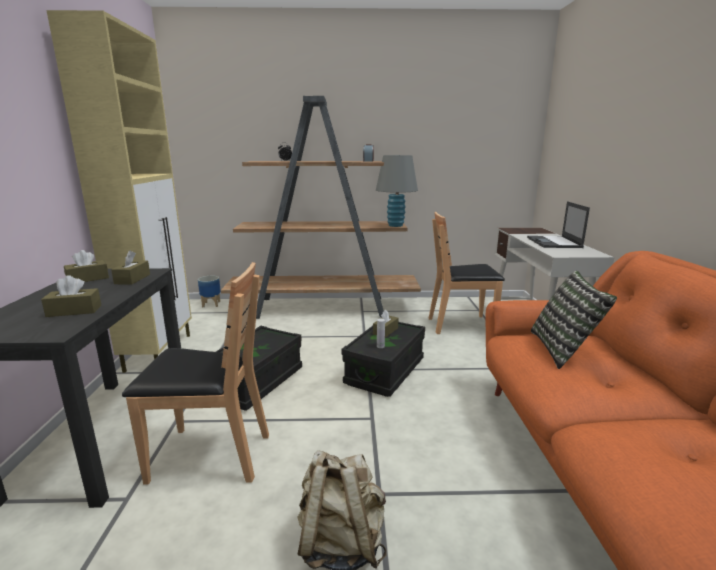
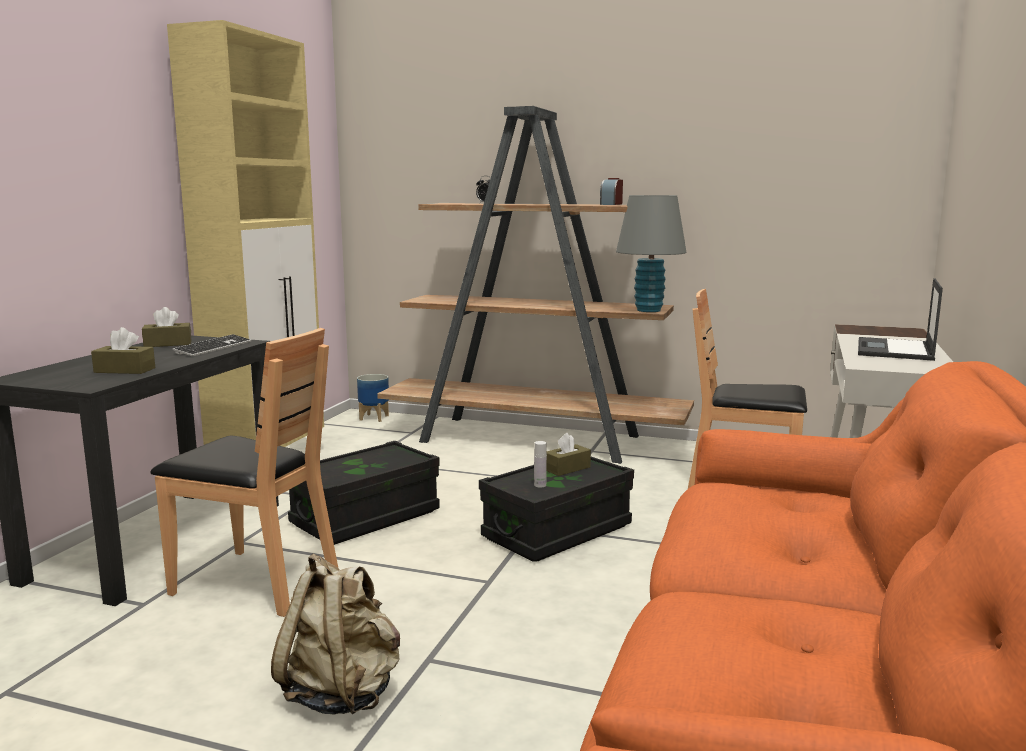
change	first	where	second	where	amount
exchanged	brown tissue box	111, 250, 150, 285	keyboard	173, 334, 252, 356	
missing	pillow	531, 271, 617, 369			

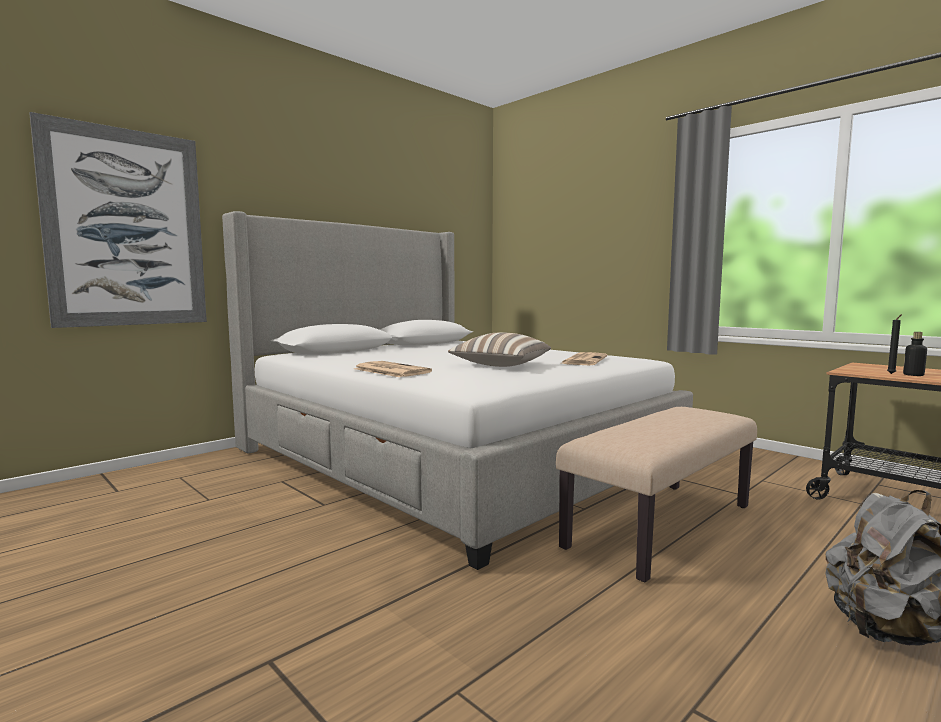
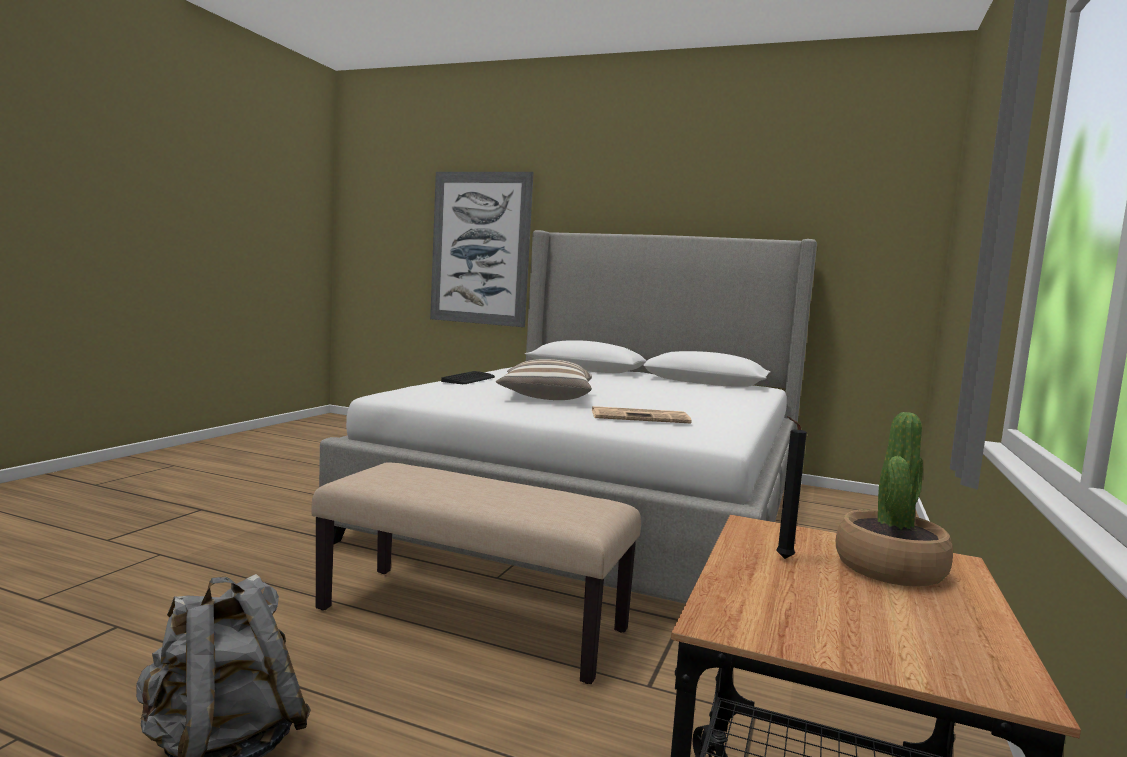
change	first	where	second	where	amount
exchanged	newspaper	354, 361, 432, 377	keyboard	441, 371, 495, 384	
missing	bottle	903, 332, 927, 376			
appeared			potted plant	836, 412, 953, 587	

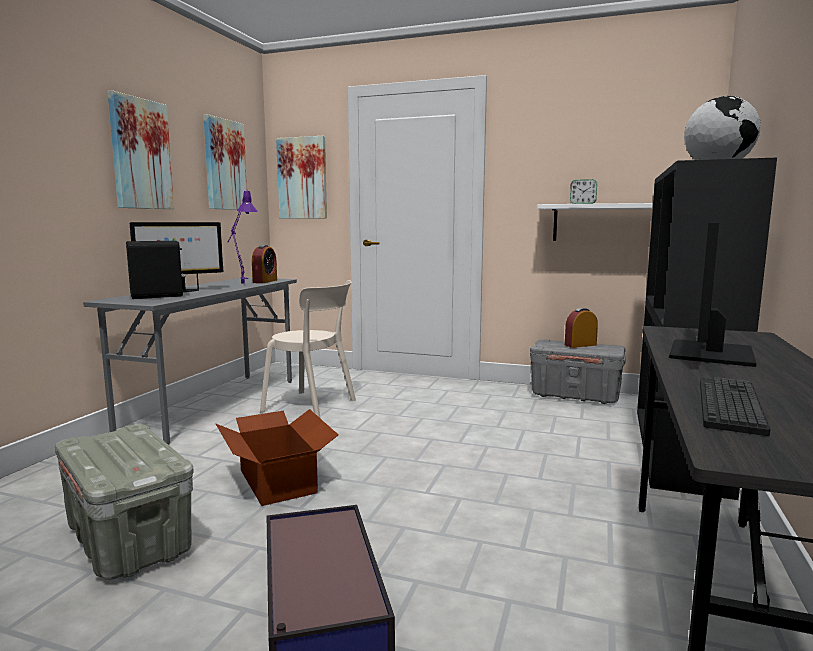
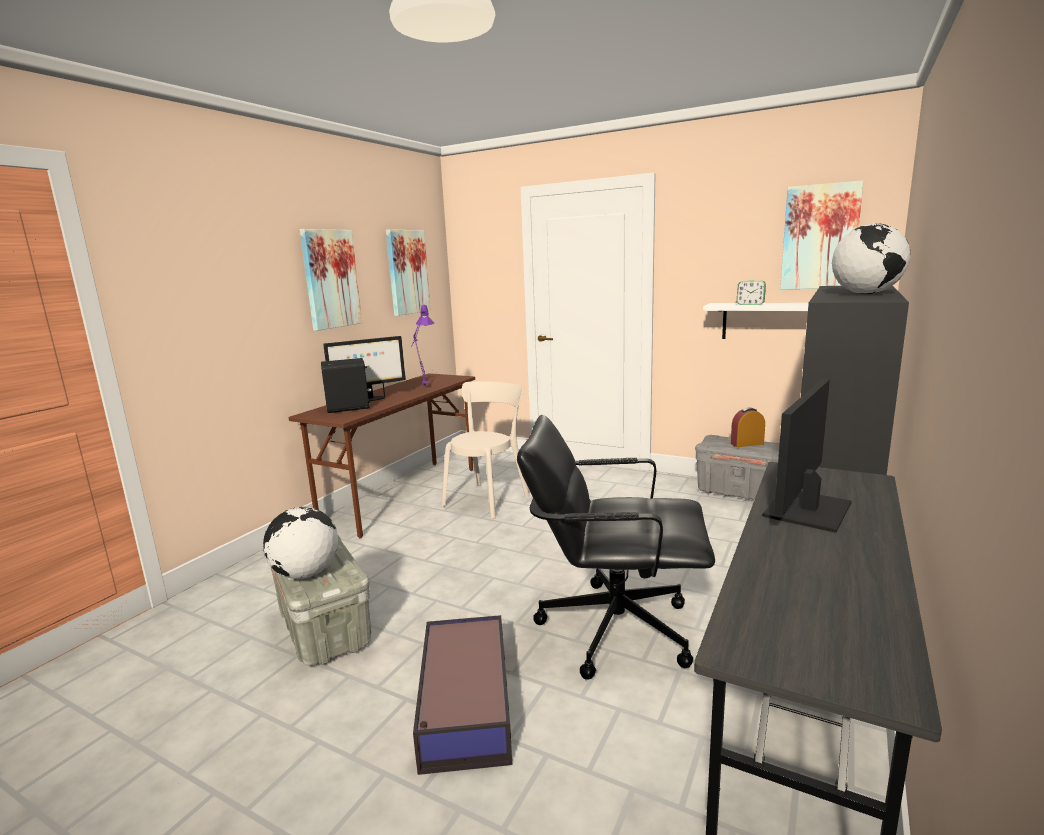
change	first	where	second	where	amount
colour	grey desk	83, 277, 297, 445	brown desk	289, 373, 475, 538	
missing	cardboard box	216, 409, 338, 506			
missing	alarm clock	252, 245, 277, 283			
spun	beige chair	260, 280, 356, 419		441, 381, 530, 519	90 degrees counterclockwise
relocated	picture	276, 136, 327, 219		780, 180, 864, 289	
missing	keyboard	700, 377, 771, 436			
appeared			globe	263, 507, 338, 579	
appeared			black office chair	517, 415, 715, 680	

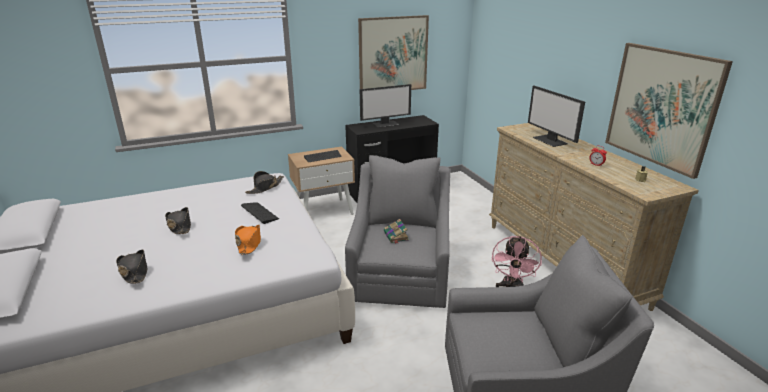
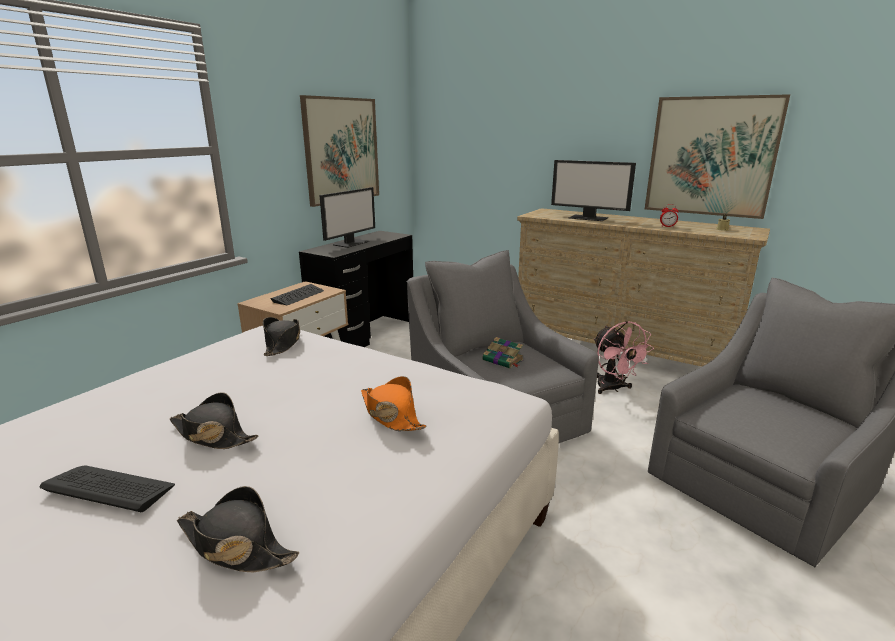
change	first	where	second	where	amount
relocated	keyboard	241, 202, 279, 224		40, 465, 175, 512	

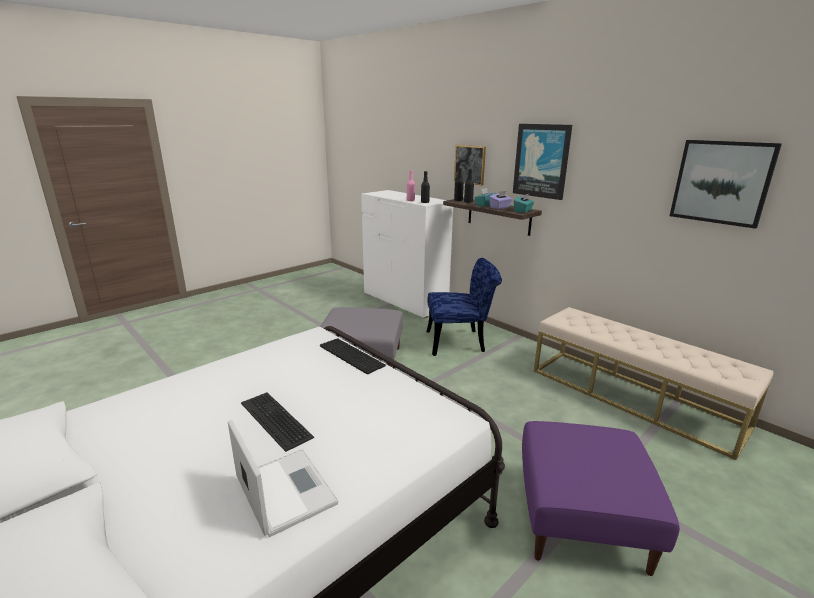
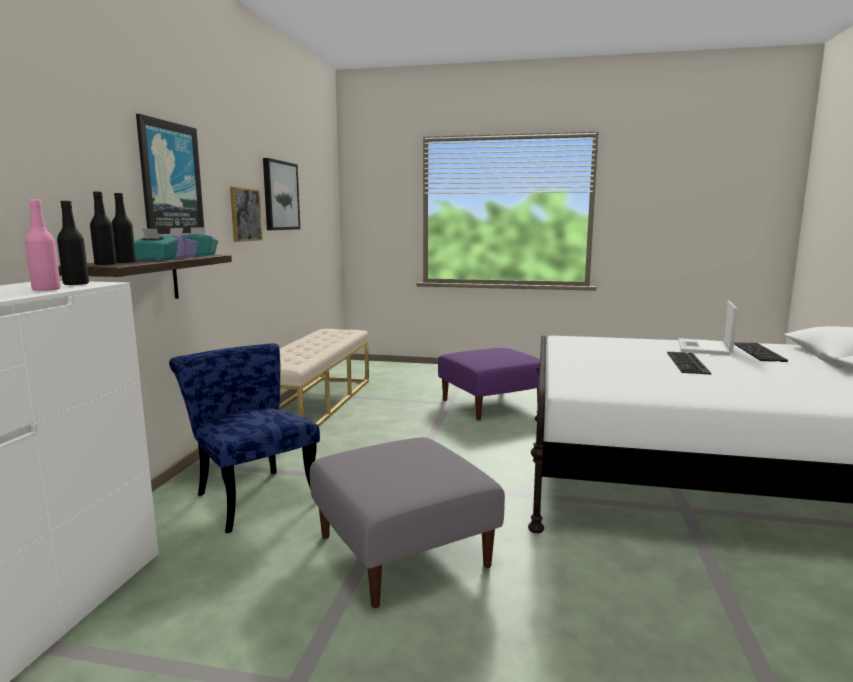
change	first	where	second	where	amount
relocated	keyboard	320, 338, 386, 374		734, 343, 788, 362	
relocated	picture	454, 145, 486, 186		230, 187, 263, 242	

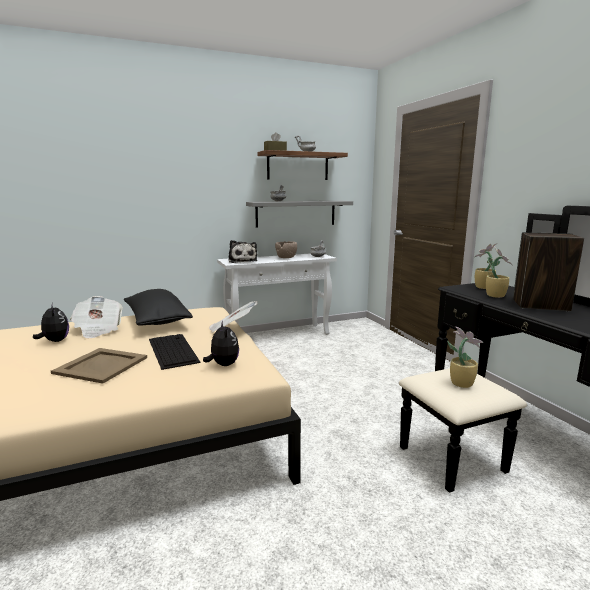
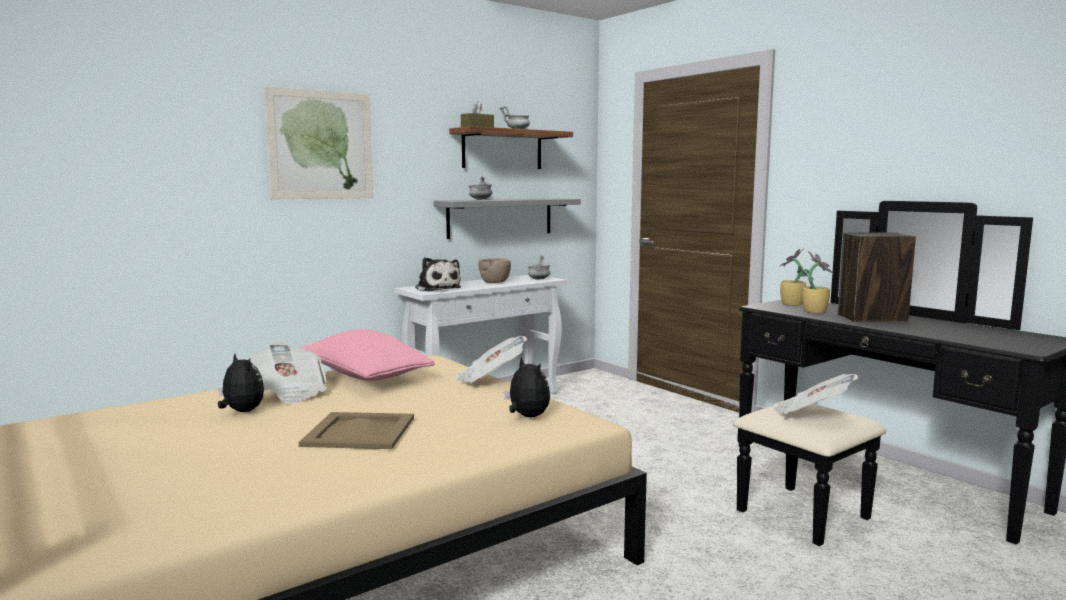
change	first	where	second	where	amount
colour	black pillow	124, 289, 193, 325	pink pillow	300, 329, 435, 381	
missing	keyboard	149, 334, 201, 370			
exchanged	potted plant	447, 327, 483, 388	newspaper	772, 374, 858, 415	
appeared			picture	264, 86, 373, 199	

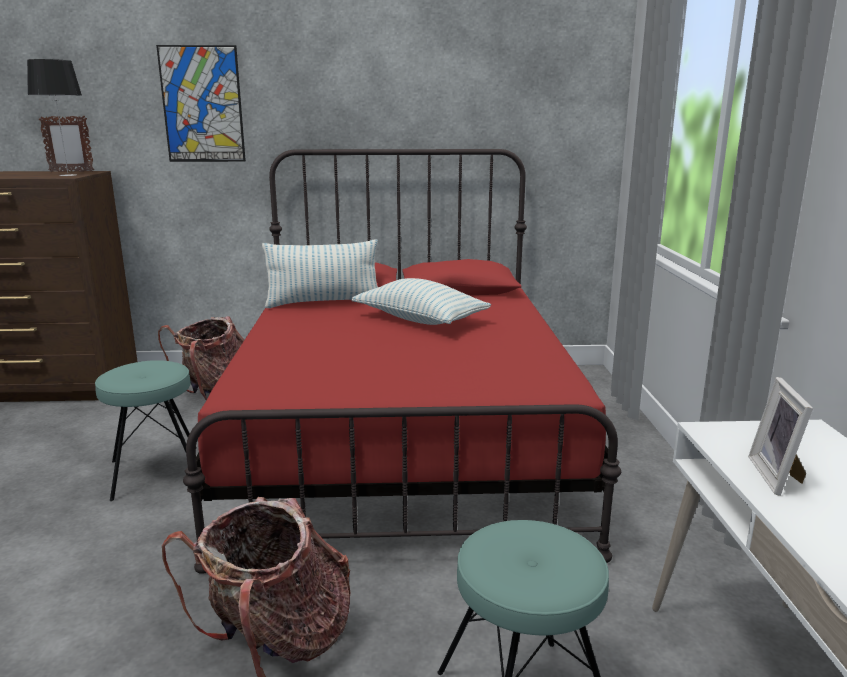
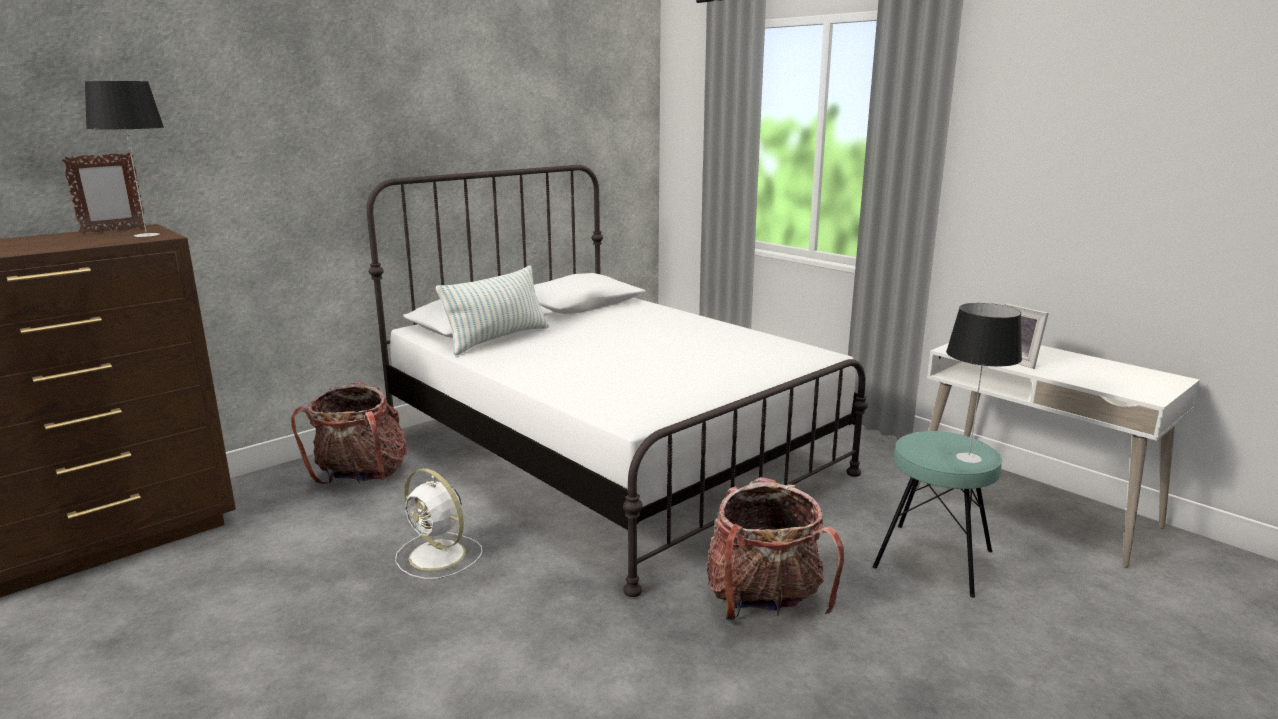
change	first	where	second	where	amount
exchanged	turquoise stool	95, 360, 197, 501	white fan	395, 468, 482, 579	
missing	picture	156, 45, 246, 162			
colour	red bed	183, 149, 621, 574	white bed	366, 165, 868, 597	
missing	pillow	351, 278, 491, 325			
appeared			table lamp	946, 303, 1022, 463	

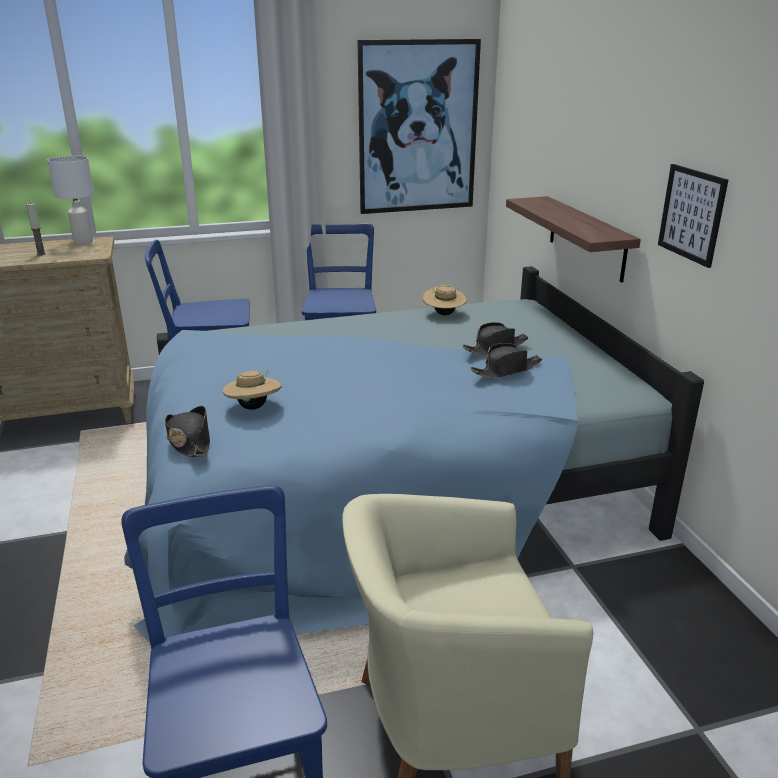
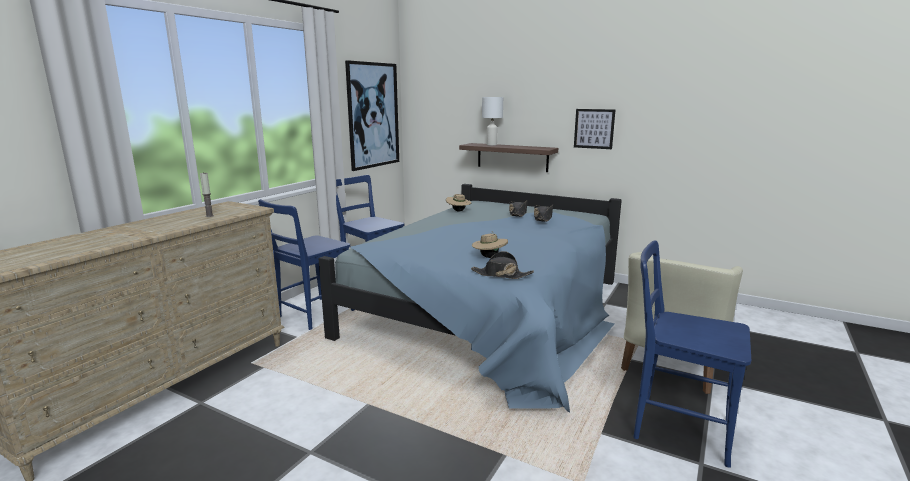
change	first	where	second	where	amount
relocated	white table lamp	47, 155, 94, 244		482, 97, 503, 145	

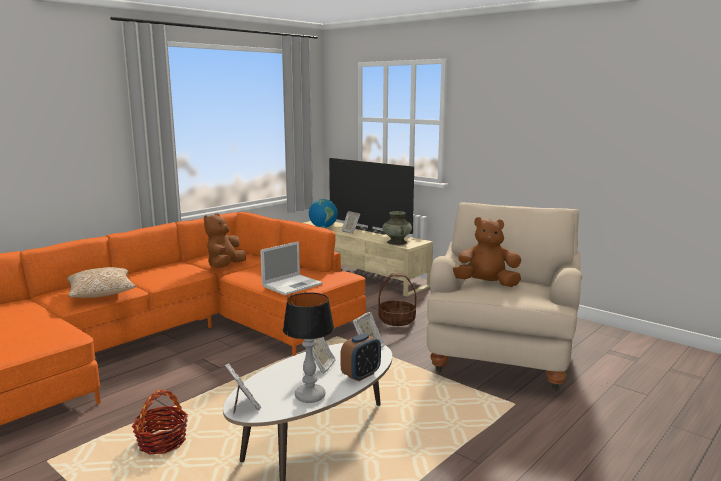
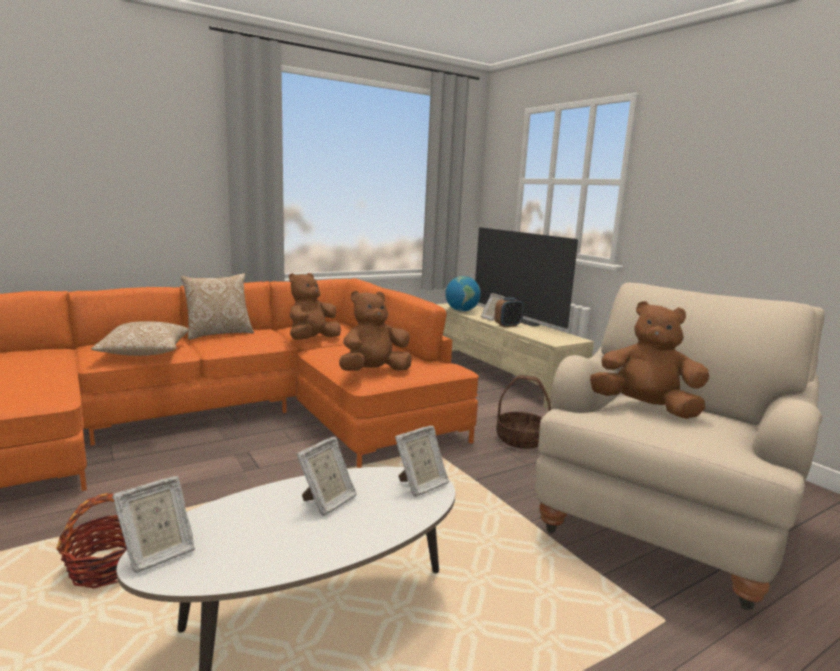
change	first	where	second	where	amount
spun	picture frame	225, 363, 261, 414		112, 476, 195, 573	60 degrees clockwise
exchanged	laptop	260, 241, 323, 295	brown plush toy	339, 291, 412, 371	
missing	table lamp	283, 292, 334, 403			
relocated	alarm clock	341, 333, 381, 382		494, 297, 524, 327	
missing	turquoise vase	382, 211, 412, 245			
appeared			pillow	181, 273, 254, 340	

